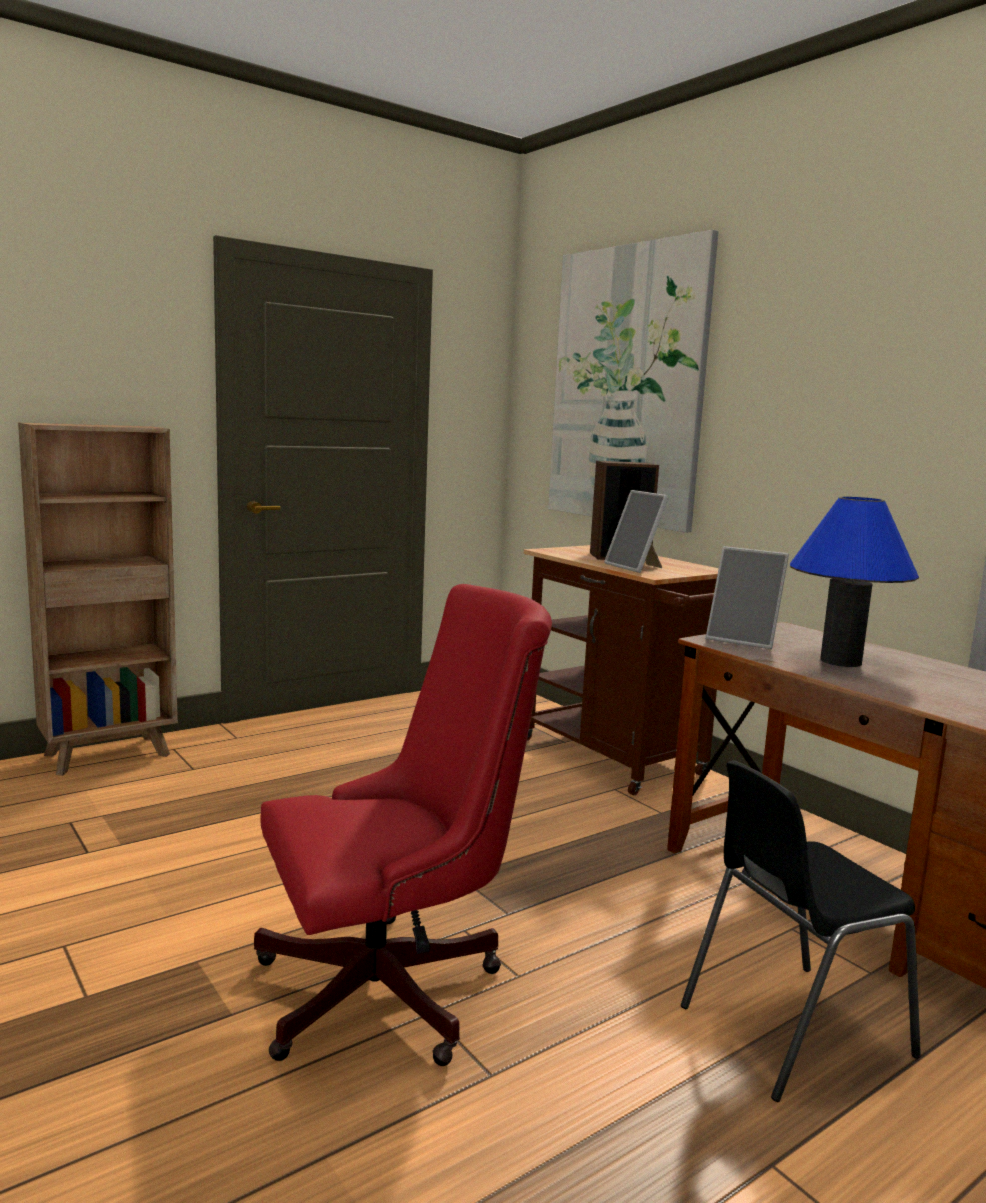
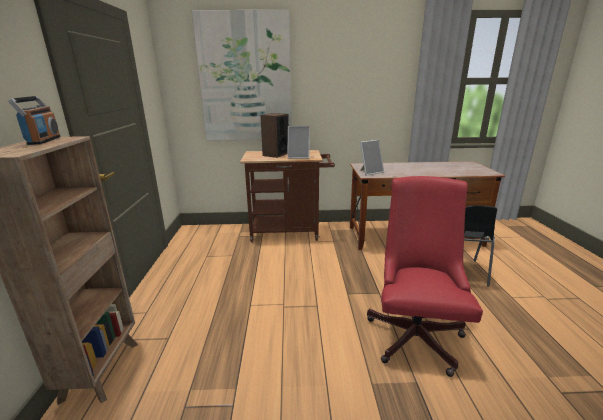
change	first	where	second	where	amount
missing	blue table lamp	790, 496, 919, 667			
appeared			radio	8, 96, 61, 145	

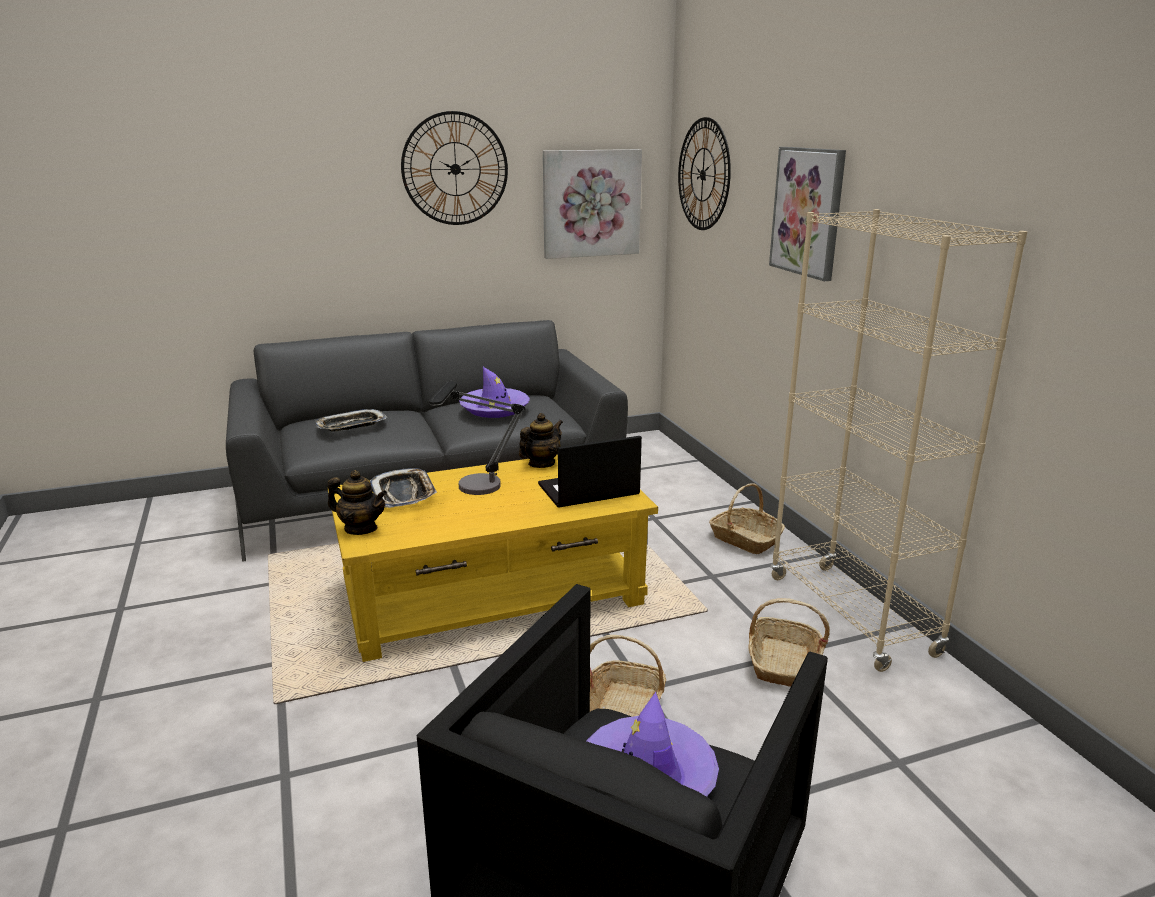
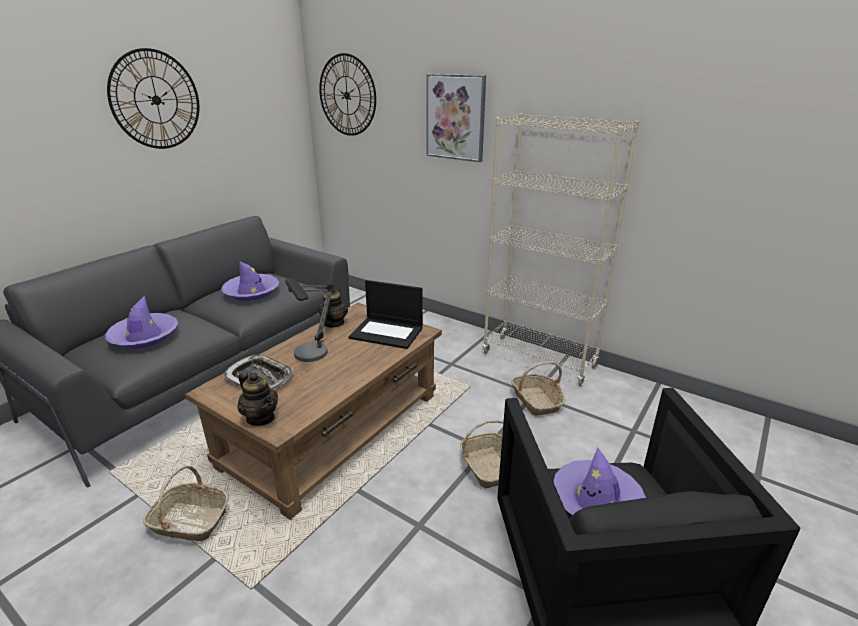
change	first	where	second	where	amount
exchanged	tray	315, 409, 387, 432	purple hat	105, 295, 178, 349	
colour	yellow coffee table	327, 455, 658, 662	brown coffee table	185, 303, 442, 520	
spun	teapot	328, 470, 387, 535		237, 372, 278, 426	60 degrees clockwise
spun	laptop	538, 436, 642, 508		349, 280, 423, 349	105 degrees counterclockwise
missing	picture	543, 149, 642, 259			
relocated	basket	709, 483, 785, 554		143, 465, 228, 541	

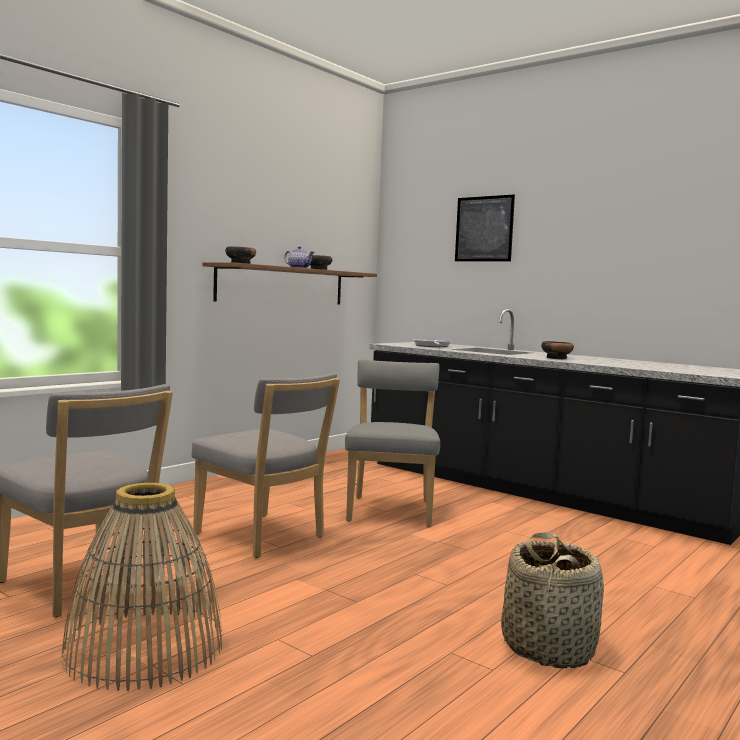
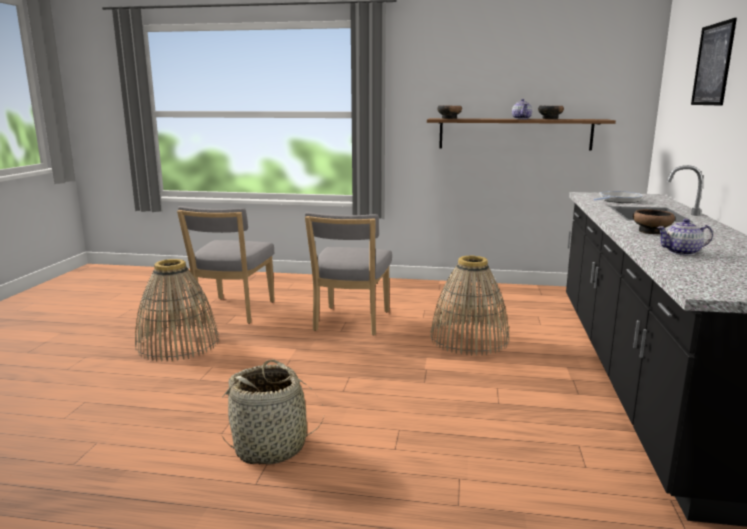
change	first	where	second	where	amount
exchanged	grey chair	345, 360, 440, 527	basket	430, 255, 509, 356	
appeared			teapot	657, 219, 713, 255	

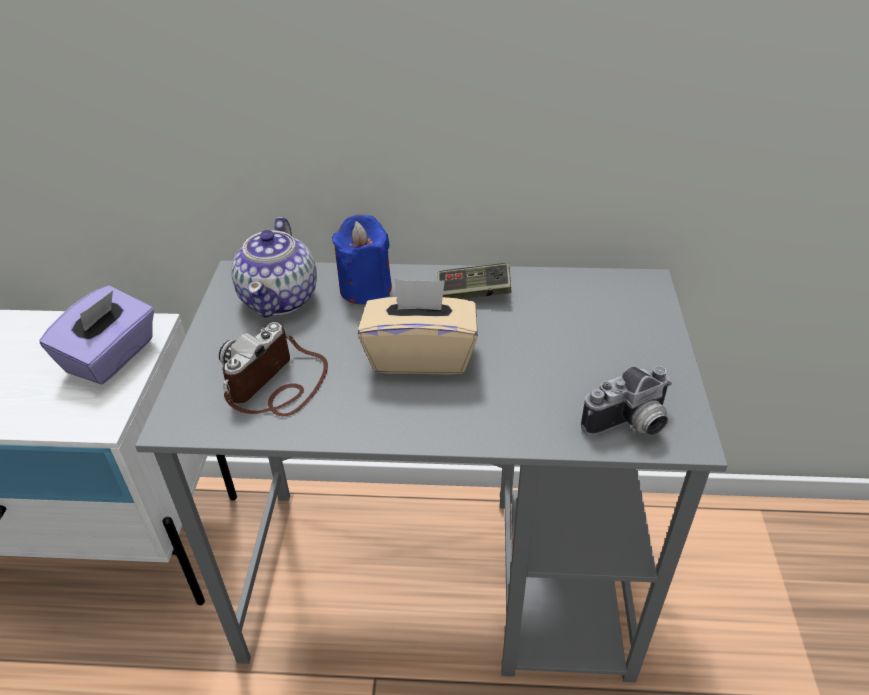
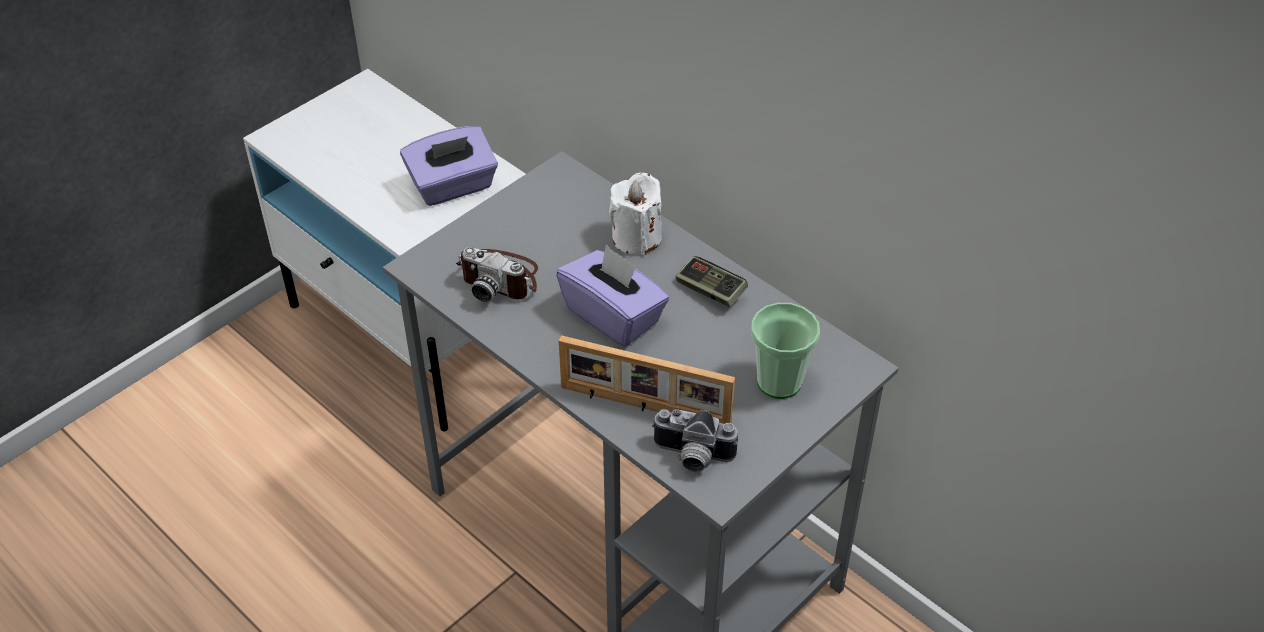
change	first	where	second	where	amount
spun	photo camera	219, 322, 328, 416		456, 247, 538, 302	135 degrees counterclockwise
missing	teapot	231, 217, 317, 318			
colour	blue candle	332, 214, 392, 304	white candle	609, 172, 662, 255	
colour	beige tissue box	358, 278, 478, 375	purple tissue box	556, 244, 669, 347	
appeared			picture frame	559, 335, 735, 424	
appeared			cup	751, 303, 820, 399	

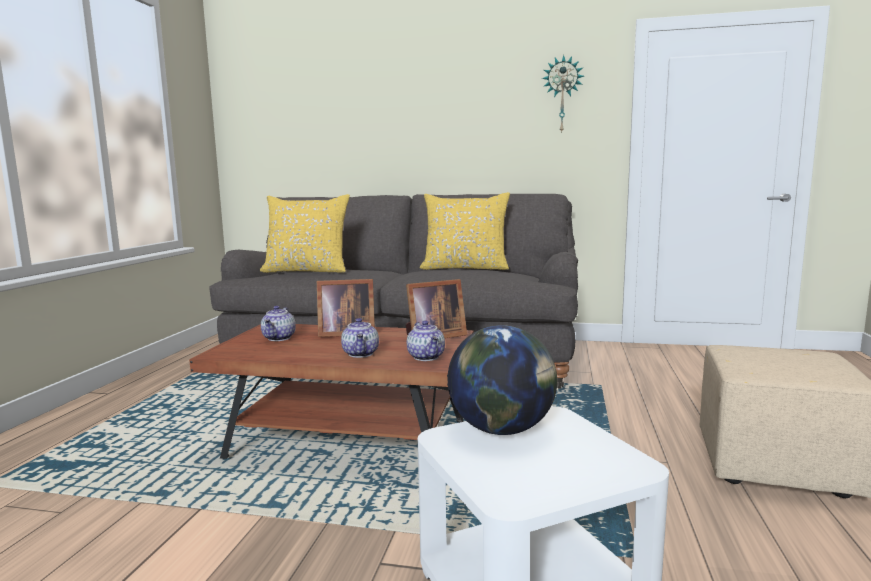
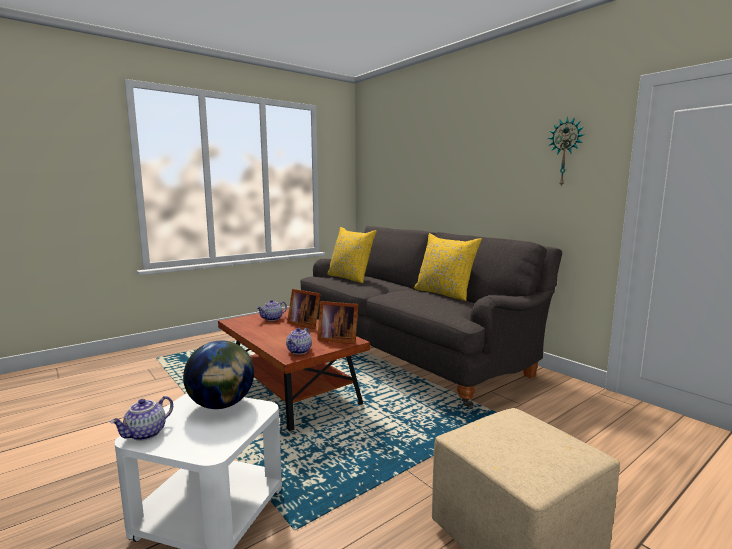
change	first	where	second	where	amount
relocated	teapot	341, 318, 379, 358		110, 396, 173, 441	

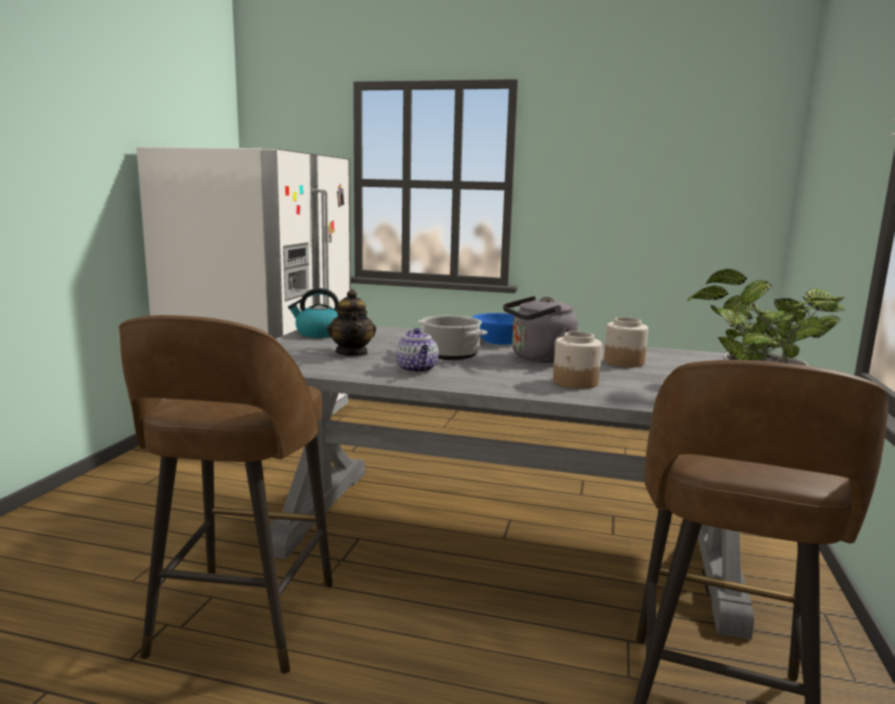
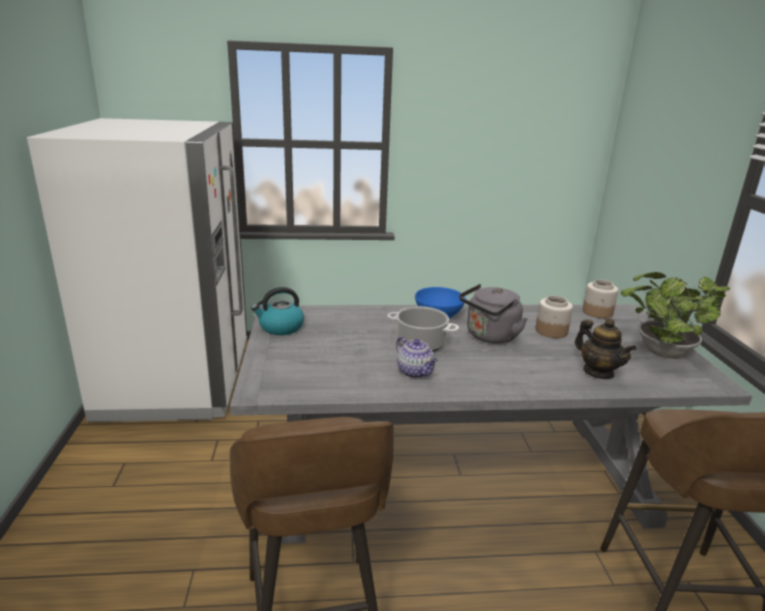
change	first	where	second	where	amount
relocated	teapot	327, 289, 376, 356		575, 318, 636, 379	
relocated	jar	553, 331, 602, 389		582, 279, 618, 319	

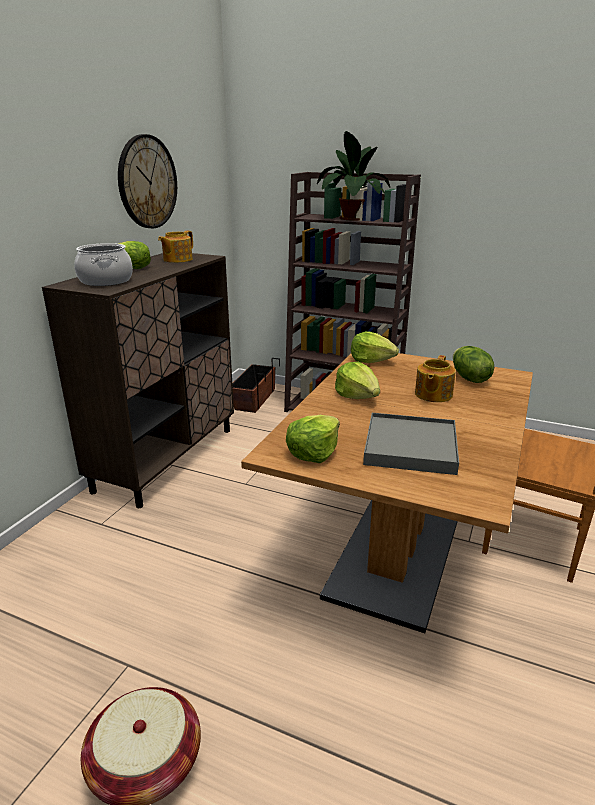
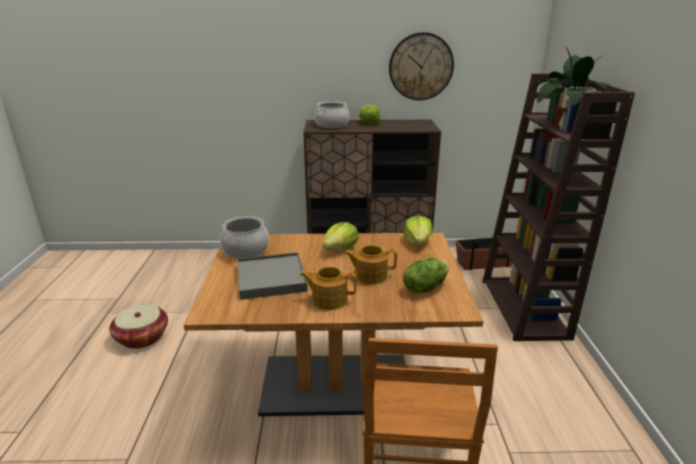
change	first	where	second	where	amount
relocated	teapot	158, 231, 193, 263		300, 267, 357, 310	
exchanged	lettuce	286, 415, 340, 463	cooking pot	220, 216, 269, 259	

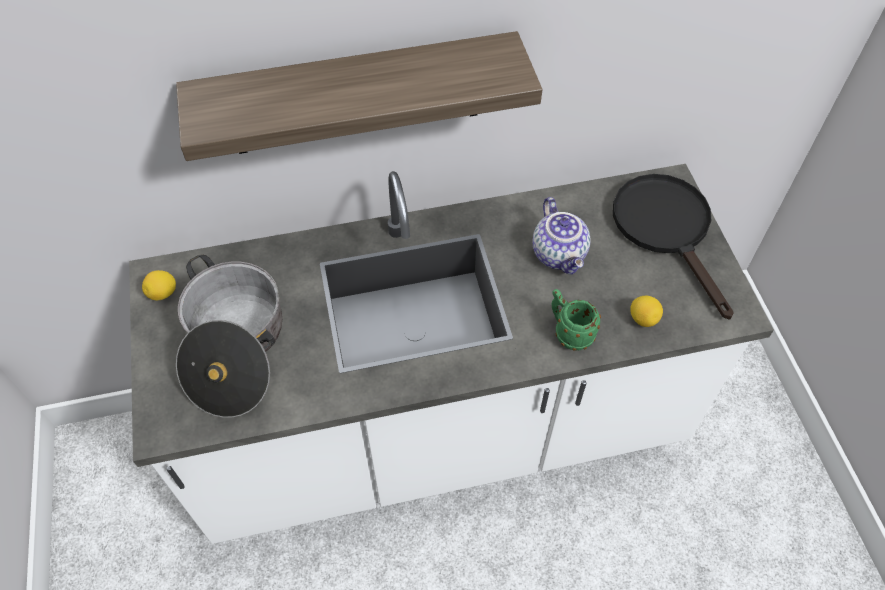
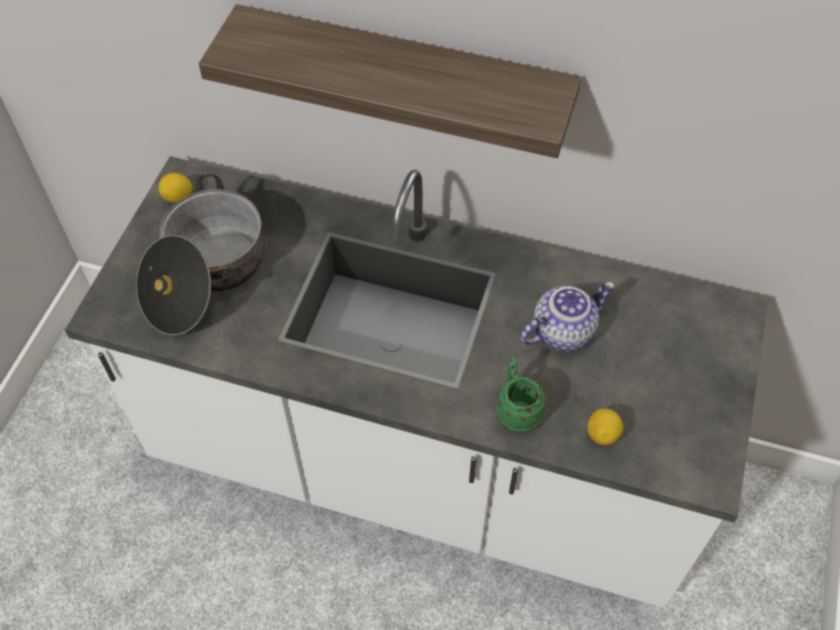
change	first	where	second	where	amount
spun	teapot	533, 197, 591, 274		521, 281, 615, 351	135 degrees counterclockwise
missing	black frying pan	613, 174, 734, 319			

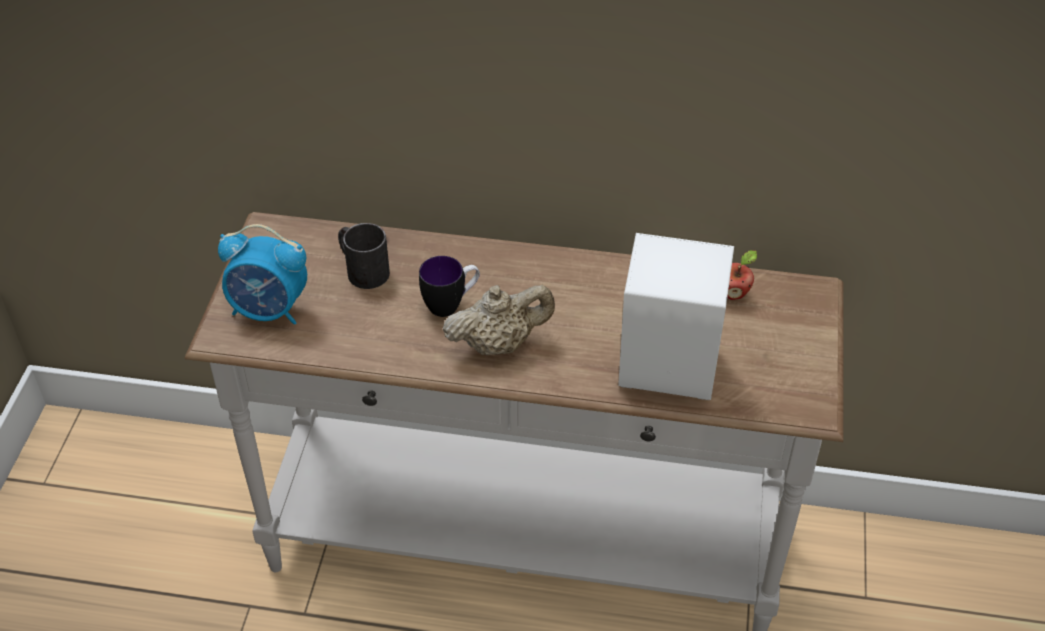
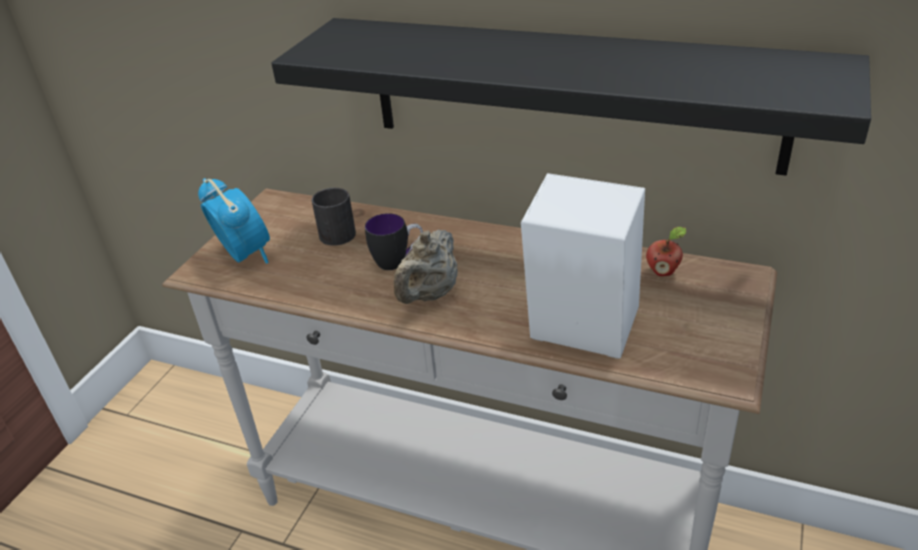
change	first	where	second	where	amount
spun	alarm clock	218, 224, 307, 325		198, 178, 270, 264	150 degrees counterclockwise
spun	beige teapot	443, 285, 555, 355		394, 229, 458, 304	120 degrees clockwise
appeared			black shelf	271, 18, 871, 176	

